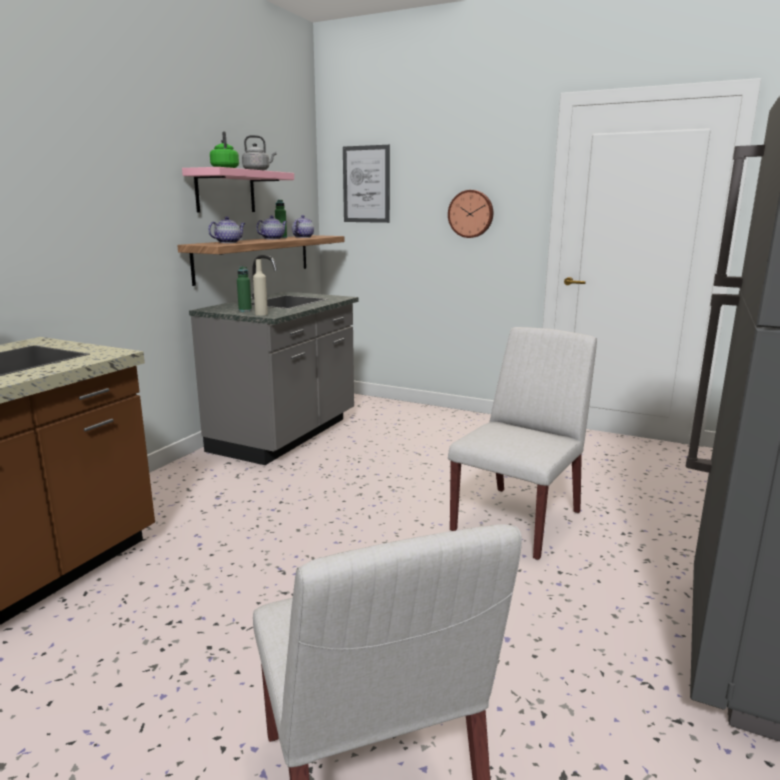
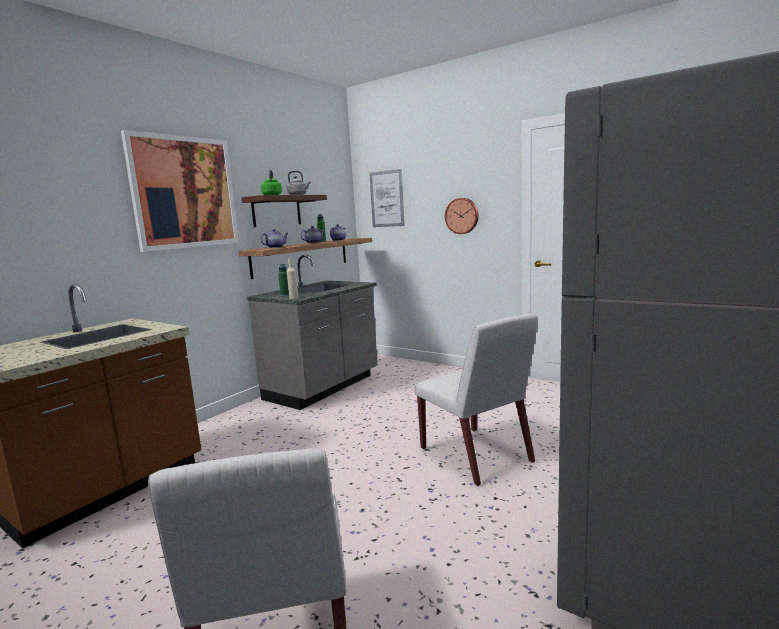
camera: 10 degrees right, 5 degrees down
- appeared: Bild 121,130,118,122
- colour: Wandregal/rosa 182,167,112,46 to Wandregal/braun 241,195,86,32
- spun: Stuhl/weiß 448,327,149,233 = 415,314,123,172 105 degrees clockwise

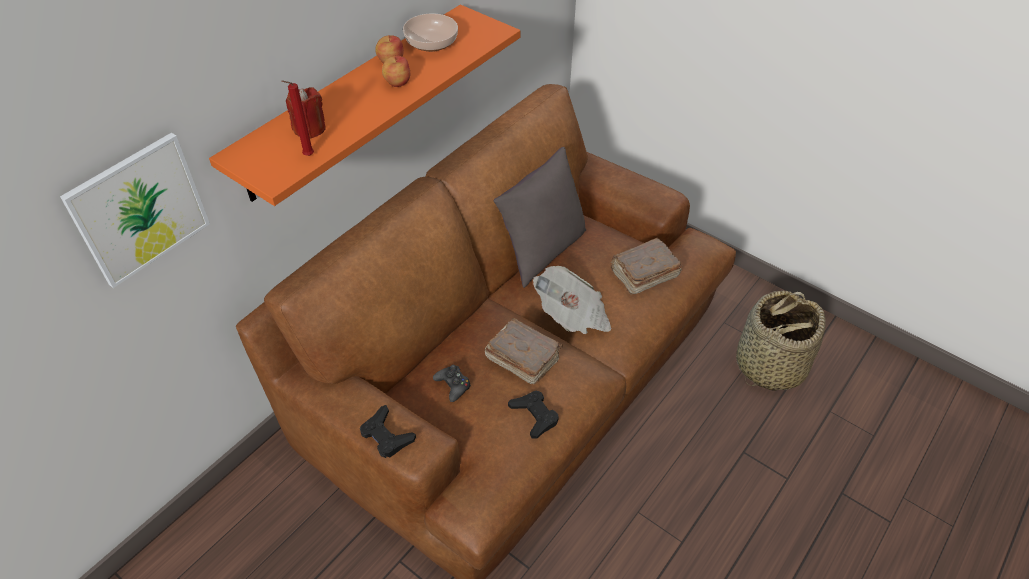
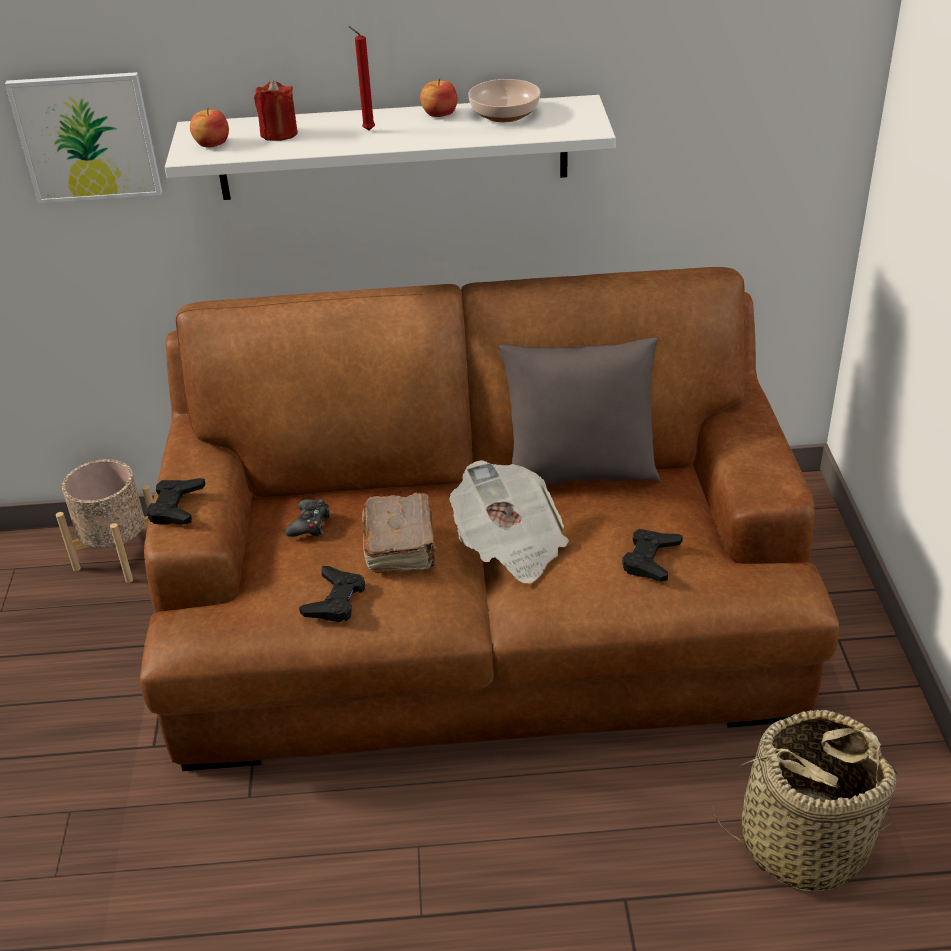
camera: 50 degrees right, 10 degrees down
- appeared: Pflanzkübel/beige 56,459,97,124
- colour: Wandregal/orange 209,5,311,201 to Wandregal/weiß 165,95,451,105
- relocated: Apfel 382,56,28,31 to 190,108,39,40
- relocated: Kerze/rot 281,80,33,76 to 348,26,27,105
- exchanged: Buch/braun 611,238,71,57 to Gamepad/schwarz 622,529,61,53

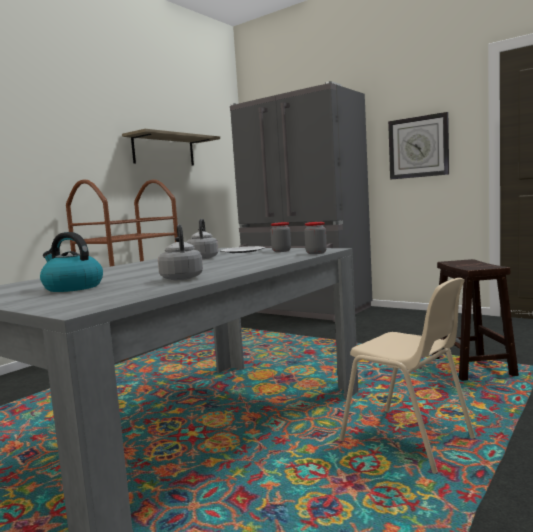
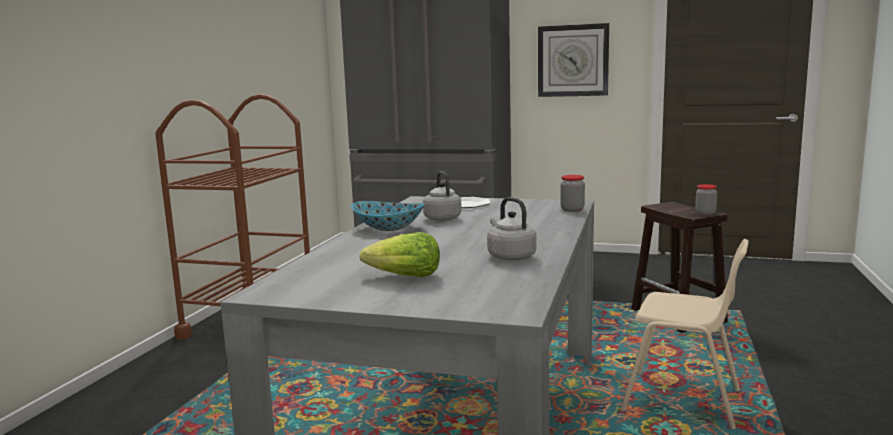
camera: 20 degrees left, 5 degrees up
- appeared: Schüssel 351,201,74,30
- exchanged: Wasserkessel 40,232,63,60 to Salatkopf 360,232,80,45
- relocated: Vorratsglas 270,222,21,30 to 695,184,22,31
- missing: Wandregal 122,129,98,36

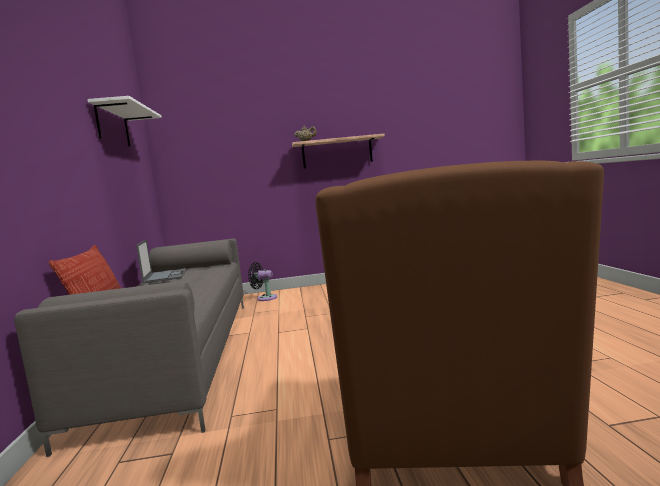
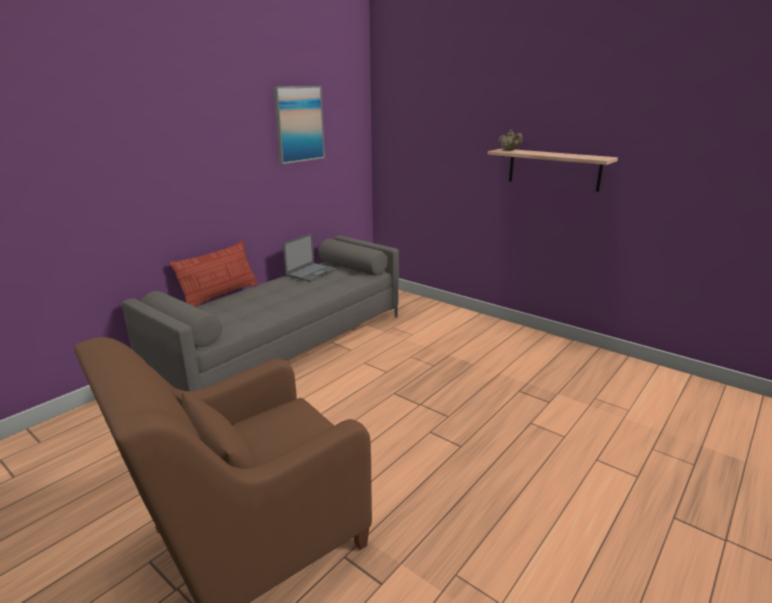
camera: 45 degrees right, 15 degrees up
- exchanged: Wandregal/weiß 87,96,75,51 to Bild 273,86,52,78
- missing: Ventilator/schwarz 248,262,29,39

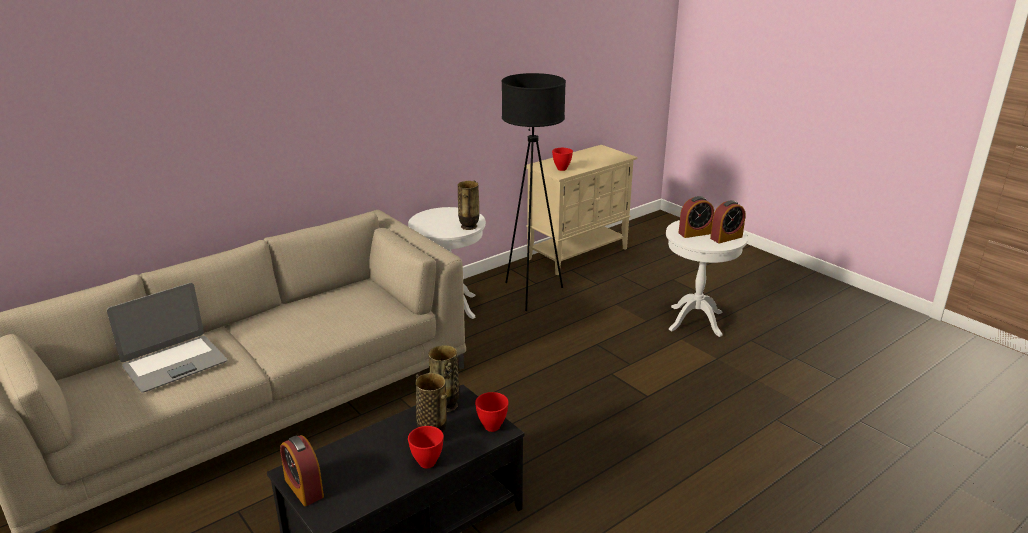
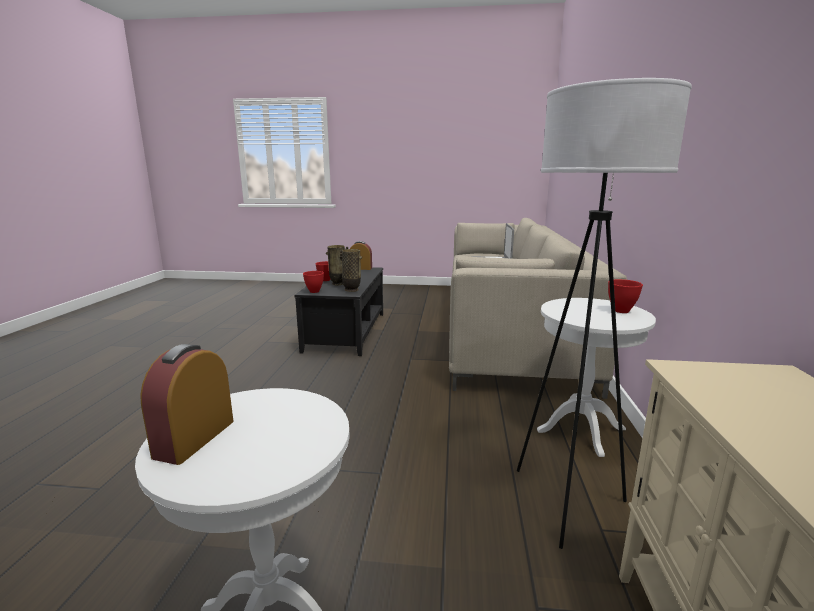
camera: 135 degrees right, 10 degrees down
- colour: Stehlampe/schwarz 501,73,65,238 to Stehlampe/weiß 517,78,175,471
- relocated: Schüssel/rot 552,148,21,23 to 608,279,35,34
- missing: Vase 458,180,21,50
- missing: Wecker 679,196,35,42

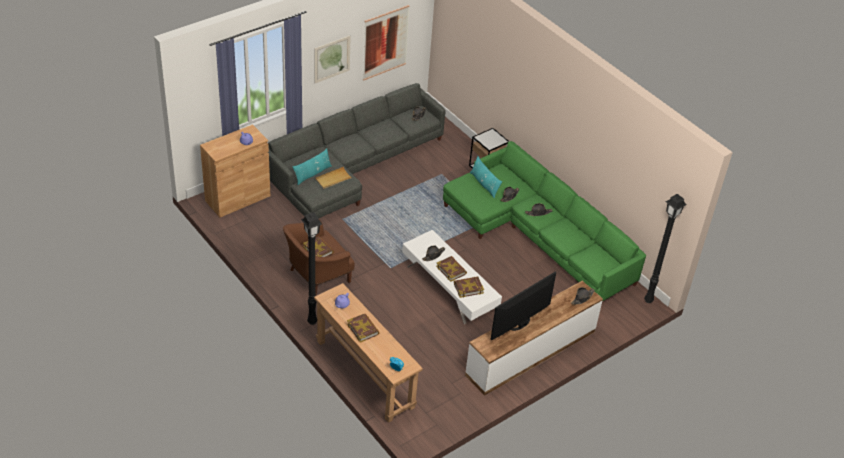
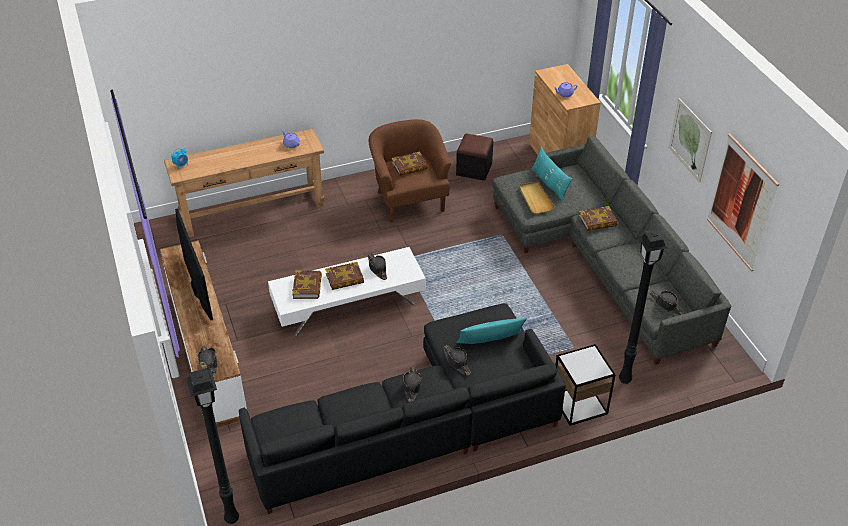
camera: 110 degrees right, 0 degrees up
- colour: Sofa/grün 443,141,203,162 to Sofa/schwarz 239,303,327,211
- appeared: Polsterhocker/schwarz 456,133,37,48
- relocated: Buch 347,314,32,29 to 579,206,39,25
- relocated: Stehlampe/schwarz 301,212,21,113 to 619,229,49,155

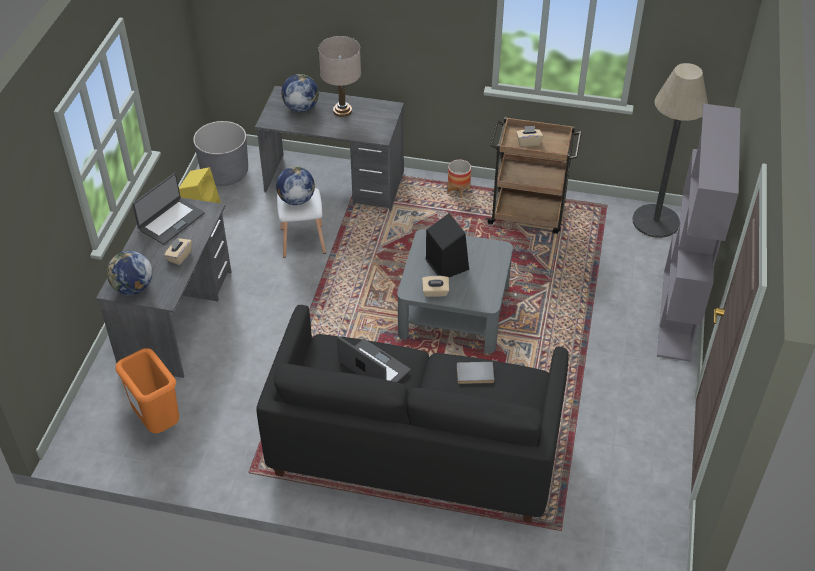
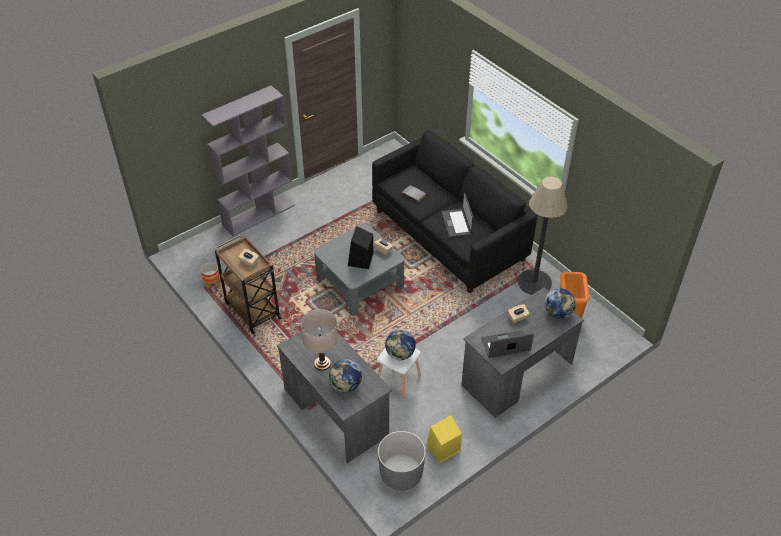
camera: 140 degrees left, 0 degrees up
- relocated: Pflanzkübel 447,160,24,38 to 201,263,19,27
- relocated: Stehlampe 632,63,76,175 to 518,177,49,118

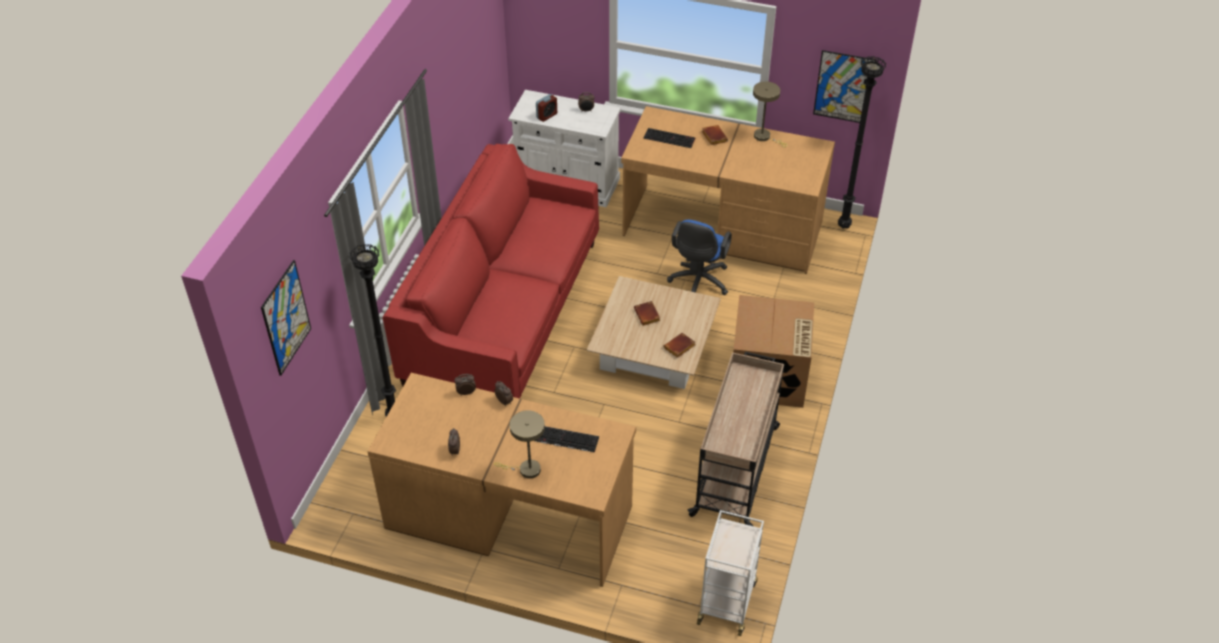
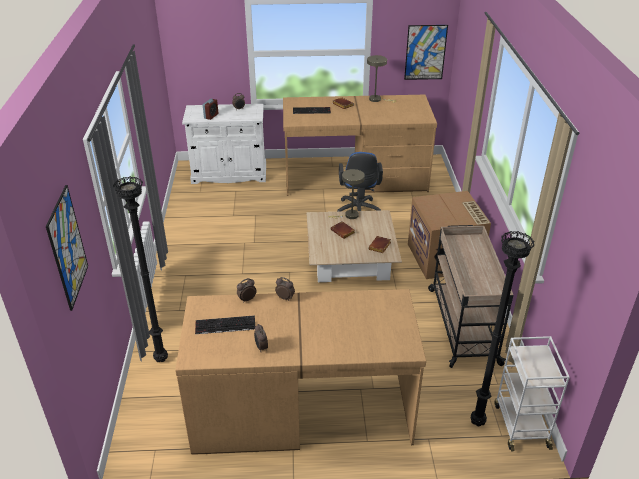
camera: 20 degrees left, 10 degrees down
- relocated: Tastatur 534,426,65,26 to 195,315,60,19
- relocated: Tischlampe/beige 494,410,51,69 to 328,169,37,50
- relocated: Stehlampe/schwarz 838,56,48,172 to 470,231,65,195
- missing: Sofa/rot 383,144,216,255

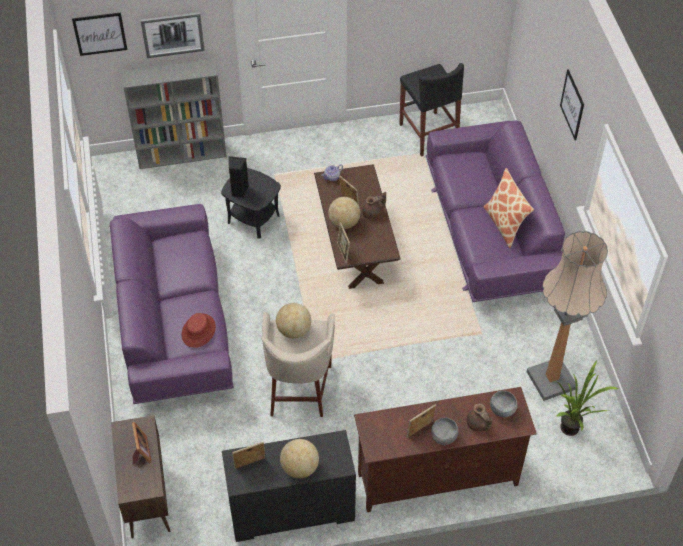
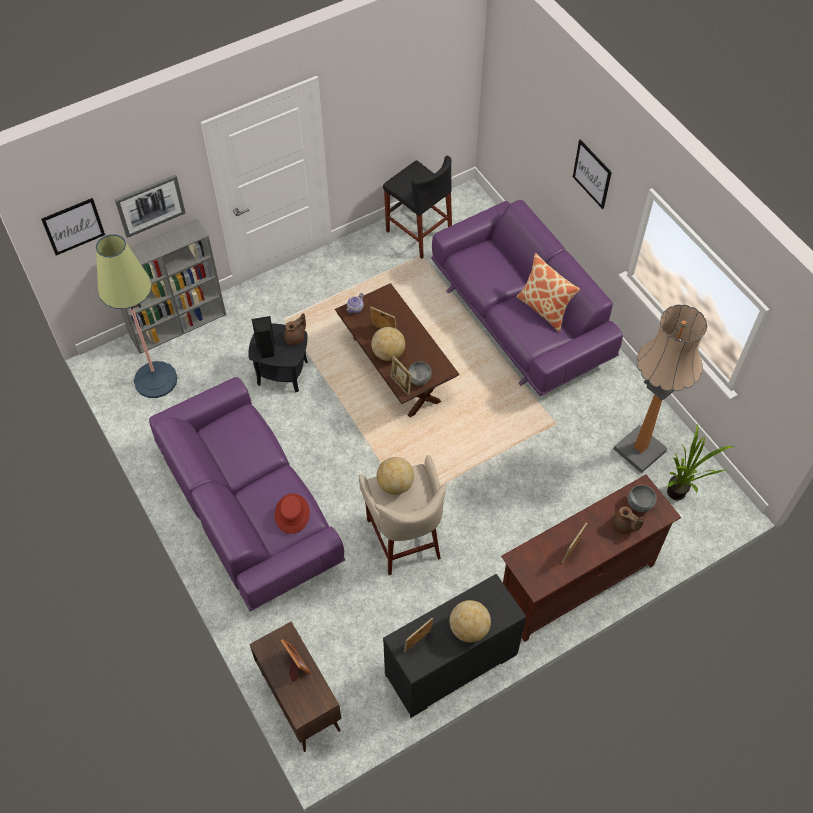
camera: 20 degrees left, 5 degrees up
- appeared: Stehlampe 96,234,82,164
- relocated: Teekanne/braun 362,192,24,27 to 284,313,22,32
- relocated: Schüssel/grau 431,418,27,27 to 408,361,24,25

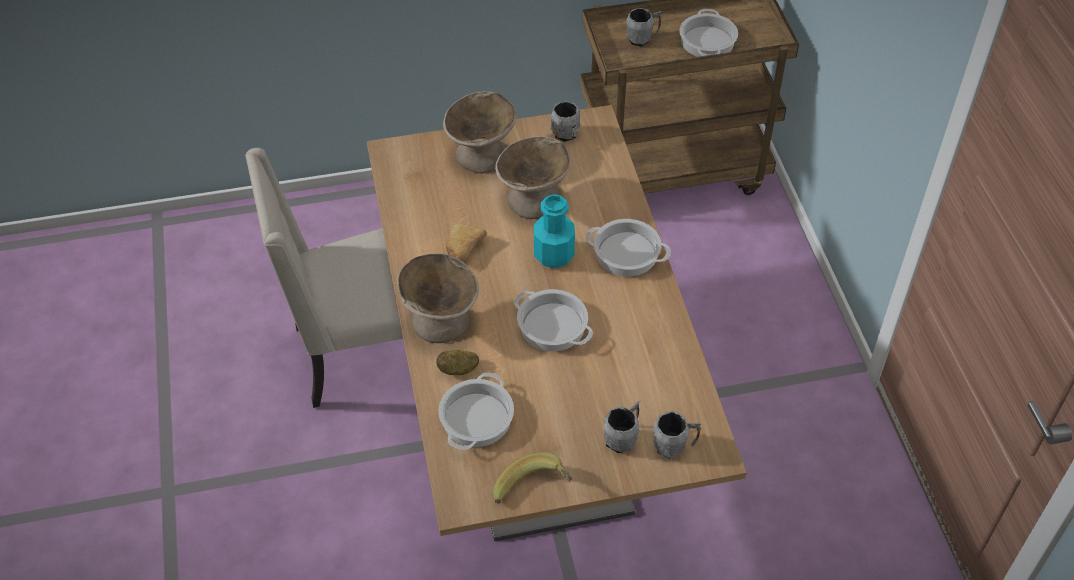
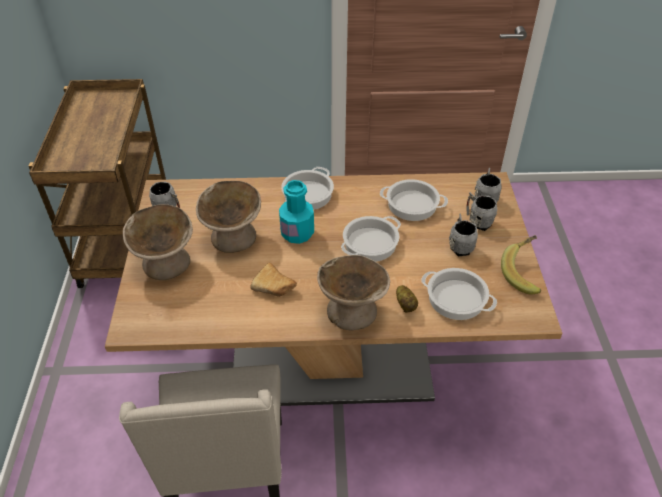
camera: 80 degrees left, 5 degrees down
- relocated: Kochtopf 679,9,59,48 to 380,179,68,42
- relocated: Henkelbecher/grau 626,8,36,39 to 449,213,29,44

